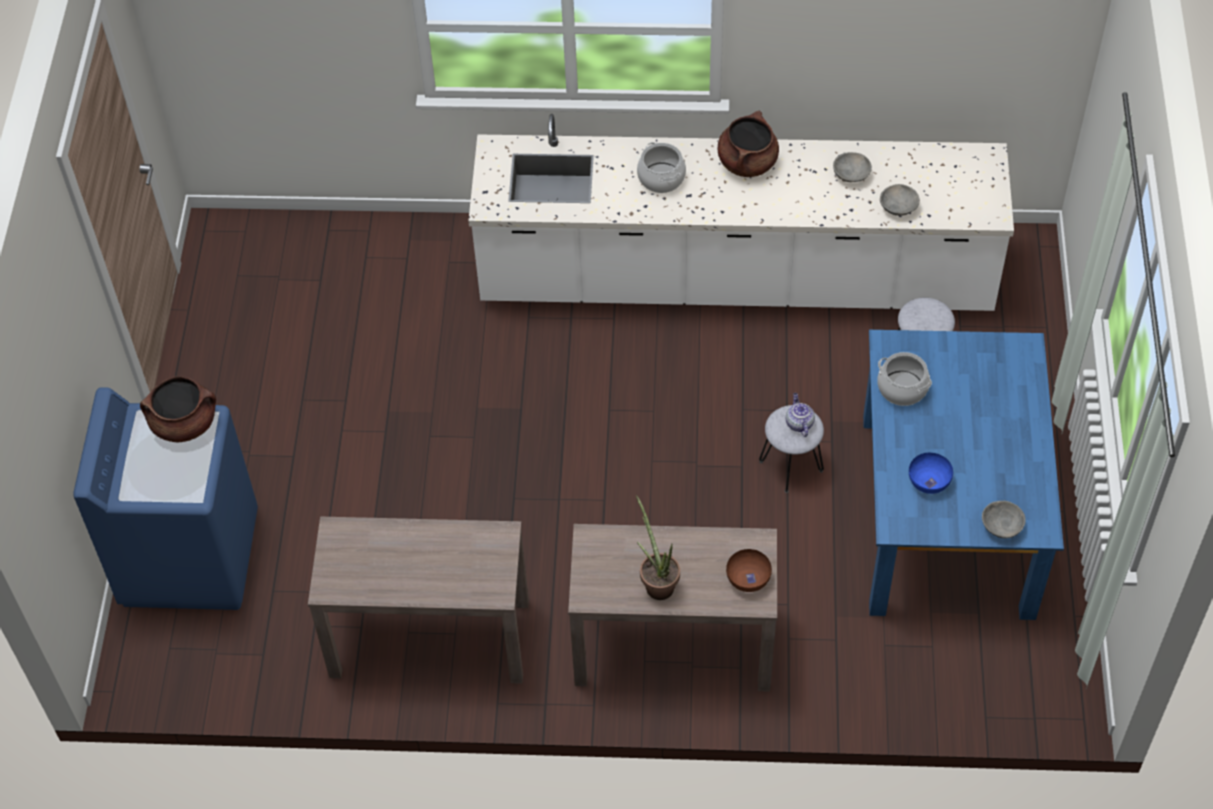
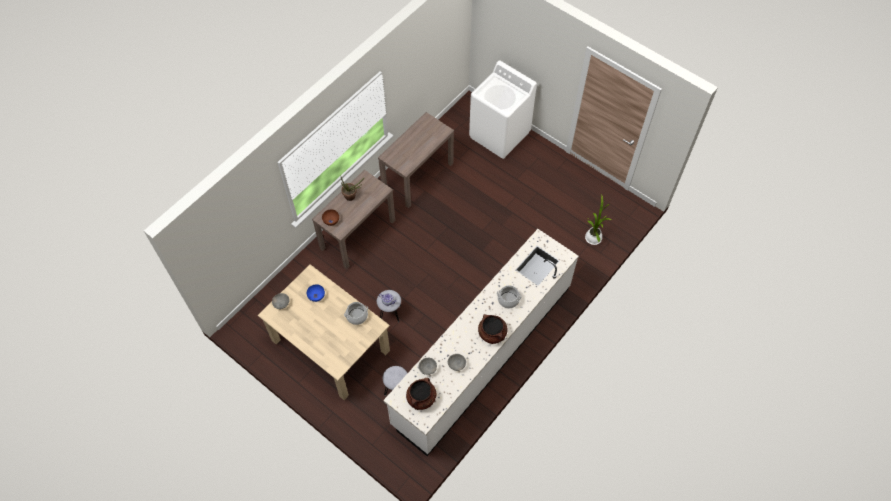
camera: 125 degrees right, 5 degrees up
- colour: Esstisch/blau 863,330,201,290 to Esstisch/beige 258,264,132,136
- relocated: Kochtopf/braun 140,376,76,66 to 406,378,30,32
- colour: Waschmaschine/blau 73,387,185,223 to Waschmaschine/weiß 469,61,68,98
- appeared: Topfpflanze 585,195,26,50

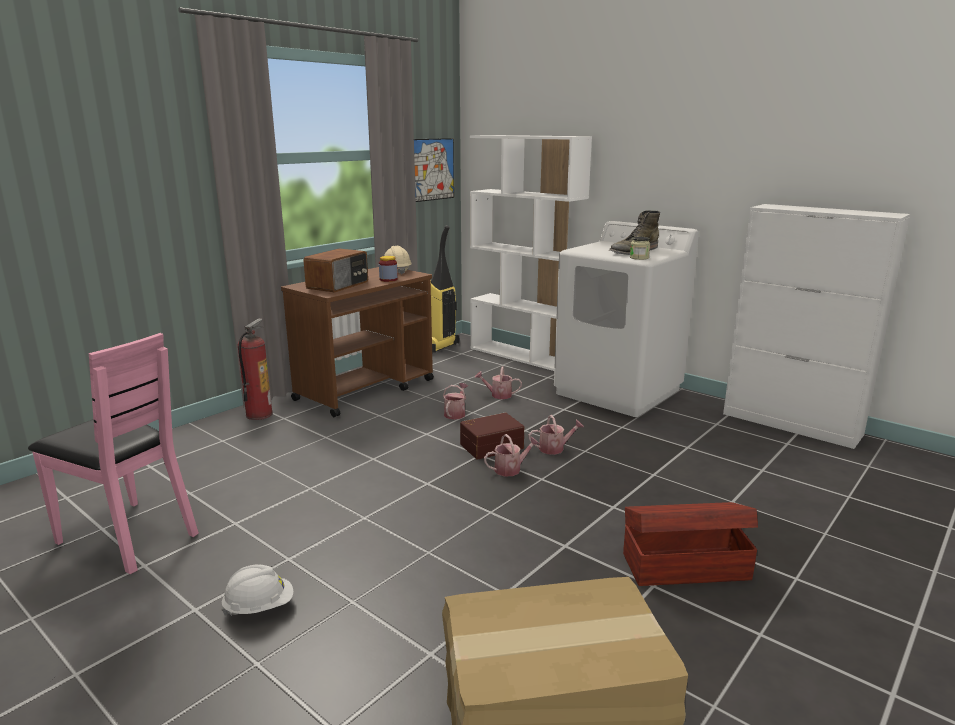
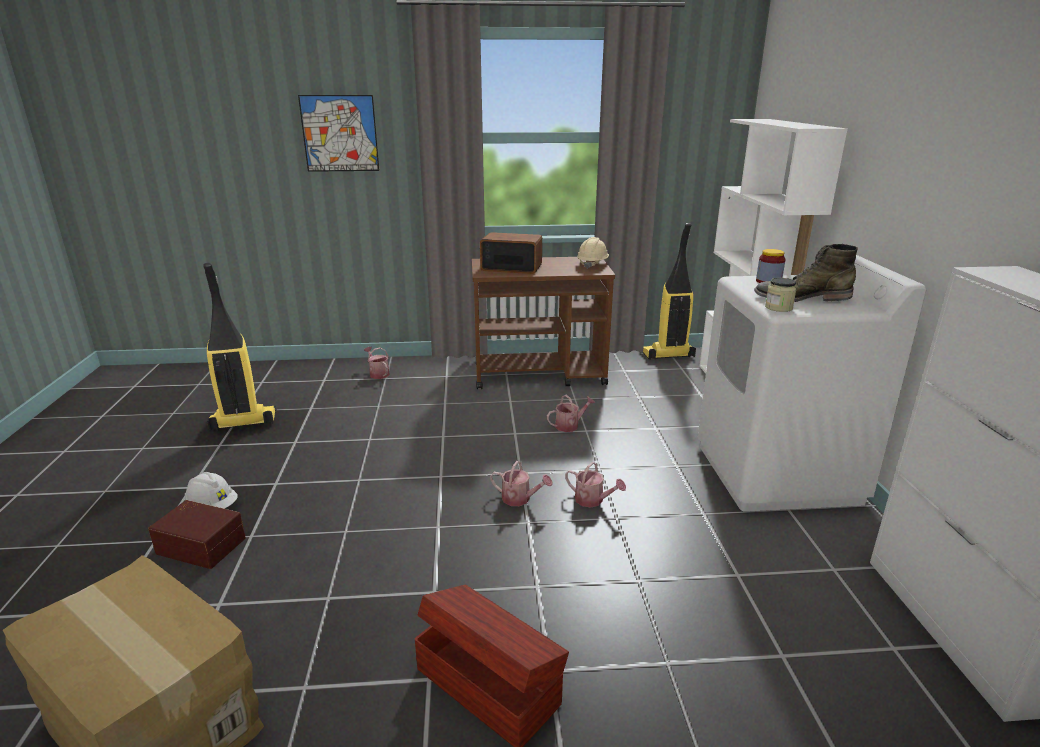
camera: 45 degrees right, 5 degrees up
- relocated: Aufbewahrungsbox/braun 460,412,64,48 to 148,500,98,69
- exchanged: Stuhl/rosa 28,333,171,241 to Staubsauger 203,263,74,168
- relocated: Bild 414,138,40,64 to 298,95,81,77
- relocated: Gießkanne 475,366,47,33 to 364,347,26,32
- spun: Radio 303,248,65,44 = 480,232,62,42 150 degrees counterclockwise
- relocated: Vorratsglas 379,256,19,26 to 756,249,30,34
- missing: Feuerlöscher 237,318,36,102

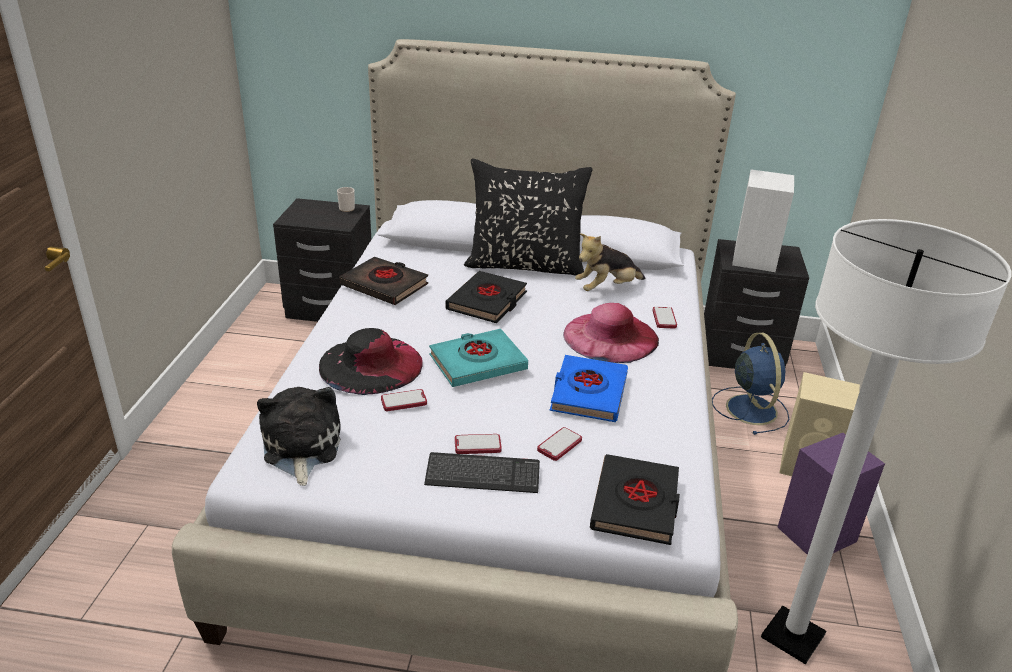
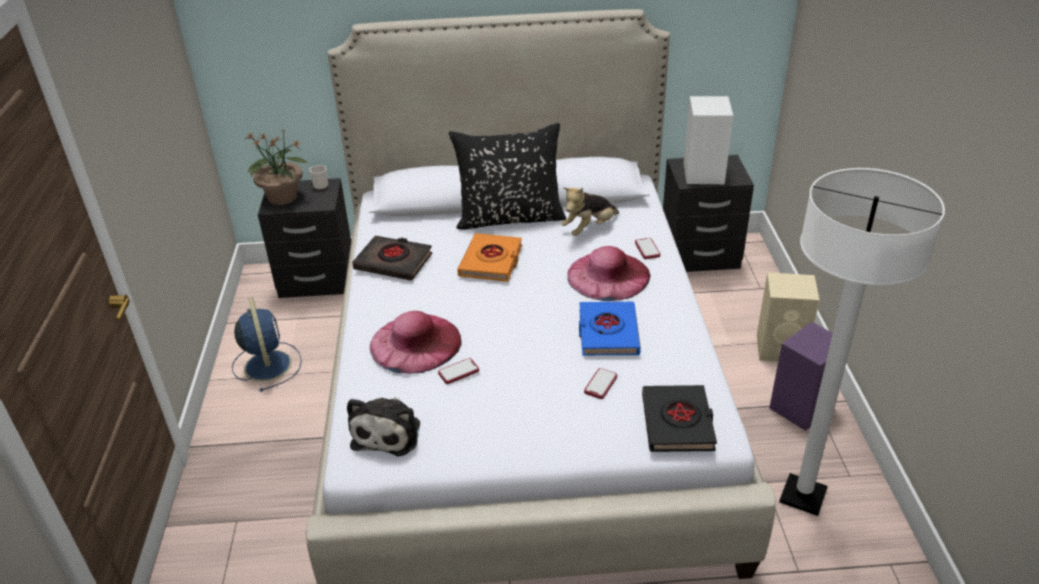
camera: 10 degrees left, 5 degrees up
- relocated: Ventilator/blau 712,333,77,102 to 232,297,70,95
- appeared: Topfpflanze 247,129,61,76
- spun: Plüschtier 257,387,84,99 = 347,397,73,59 150 degrees counterclockwise
- colour: Hut/schwarz 319,328,104,67 to Hut/rosa 370,311,92,63
- colour: Buch/schwarz 445,271,82,52 to Buch/orange 457,233,66,49
- missing: Tastatur 424,452,116,41
- missing: Buch/türkis 429,329,99,58
- missing: Handy 455,434,47,20

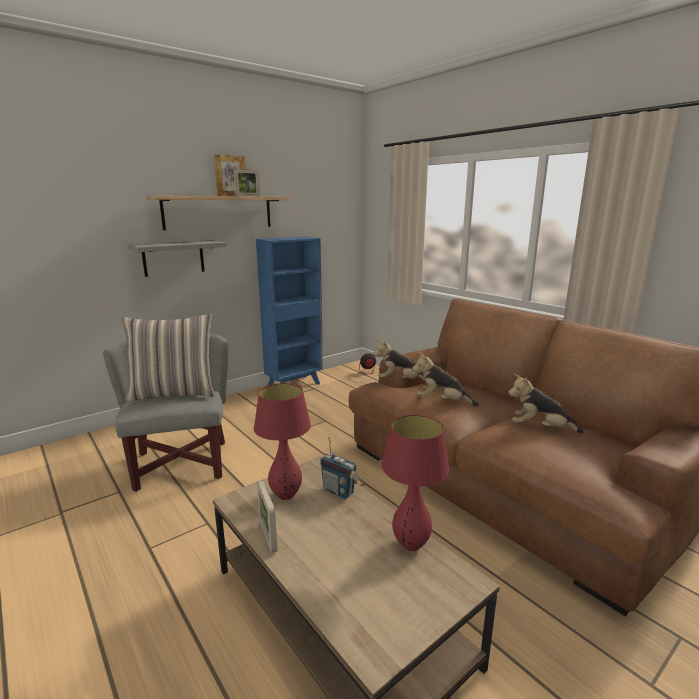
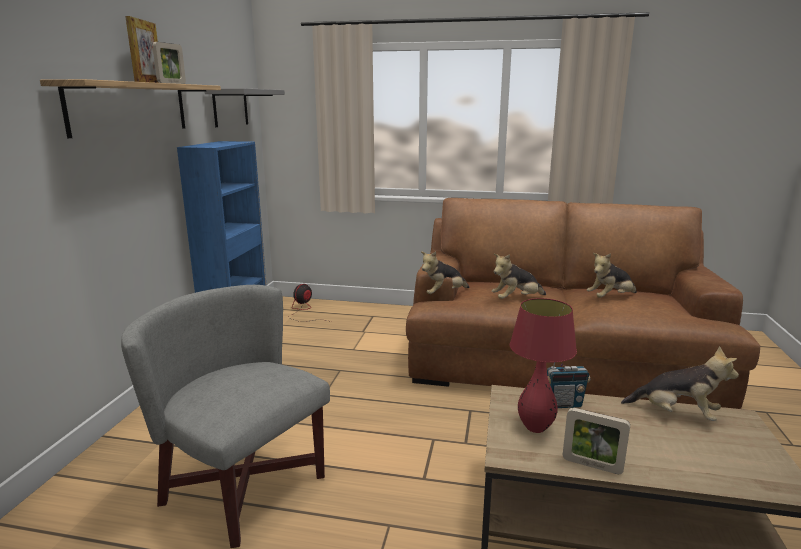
camera: 40 degrees left, 0 degrees up
- relocated: Wandregal/grau 127,240,100,37 to 205,88,80,39
- exchanged: Tischlampe/rot 382,415,67,136 to Plüschtier 621,346,118,75
- missing: Kissen 122,314,93,88

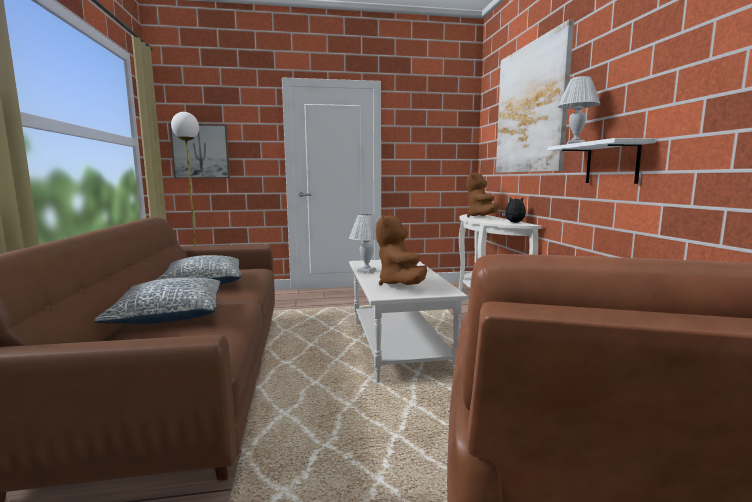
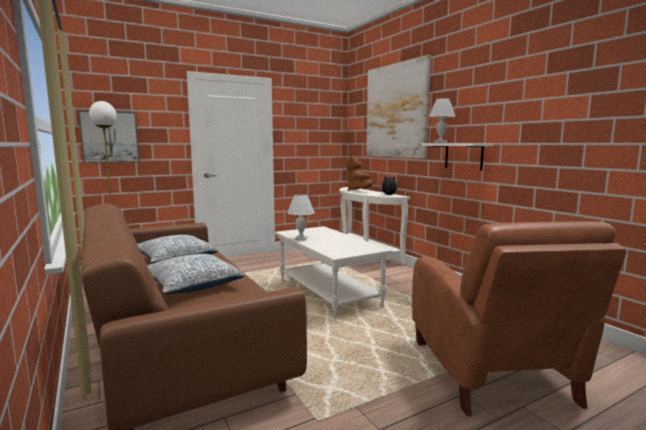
camera: 20 degrees left, 0 degrees up
- missing: Plüschtier/braun 376,215,51,71

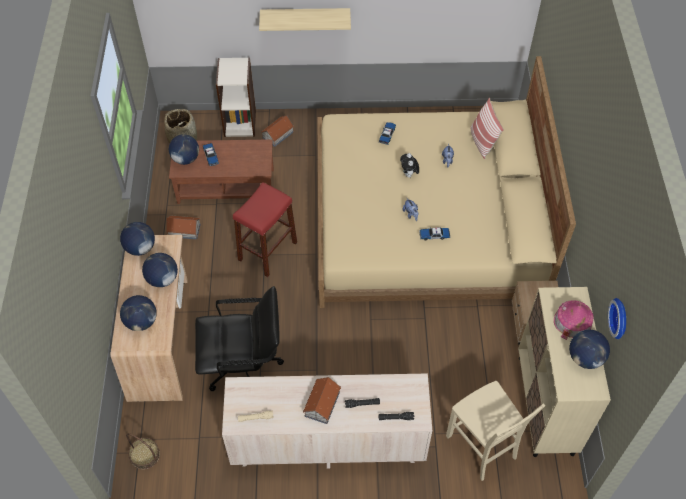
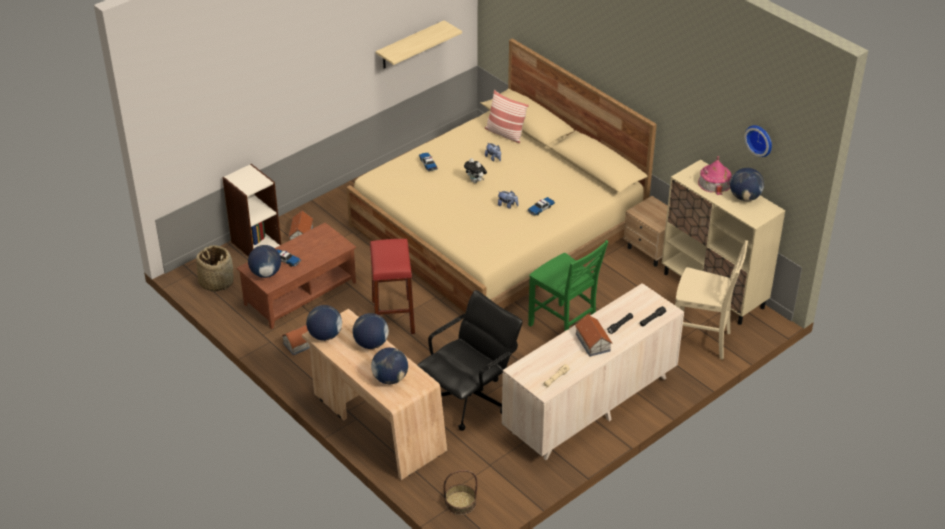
camera: 40 degrees left, 15 degrees down
- relocated: Wandregal 259,8,92,23 to 376,20,86,48
- appeared: Stuhl/grün 528,240,81,91

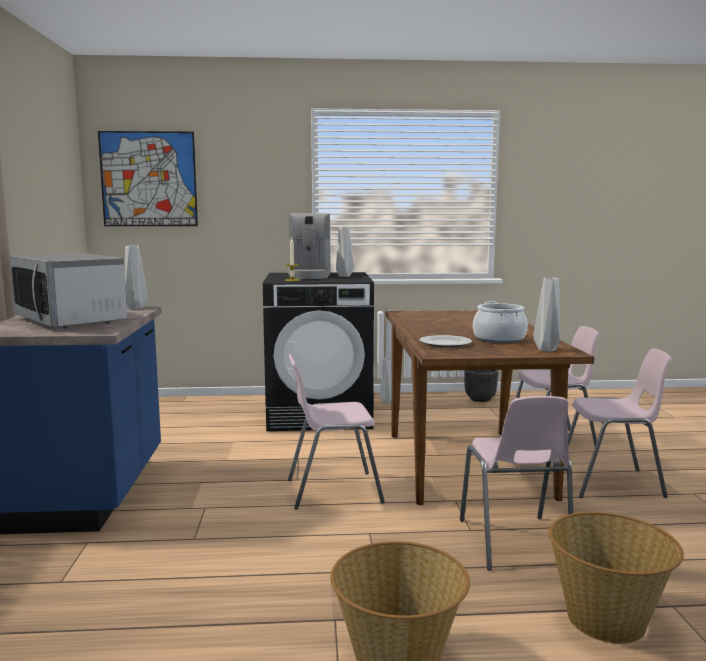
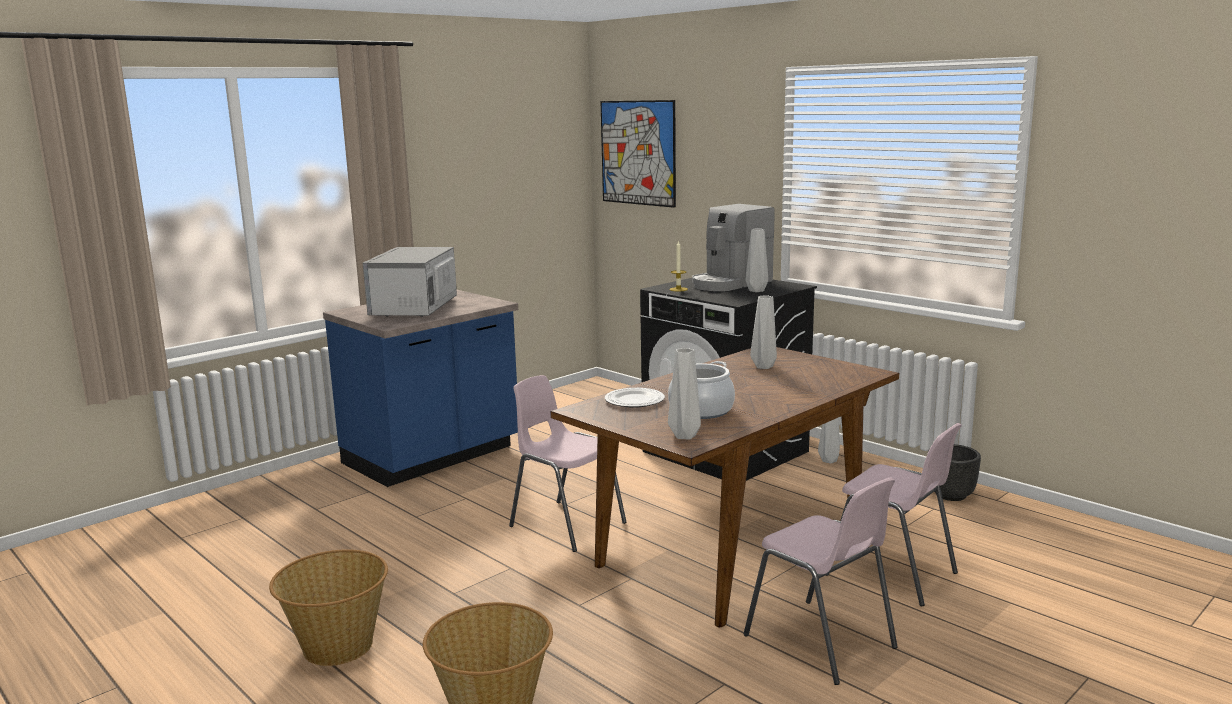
camera: 50 degrees right, 5 degrees up
- relocated: Vase/grau 125,246,23,63 to 750,295,27,74
- missing: Stuhl/rosa 460,396,114,174

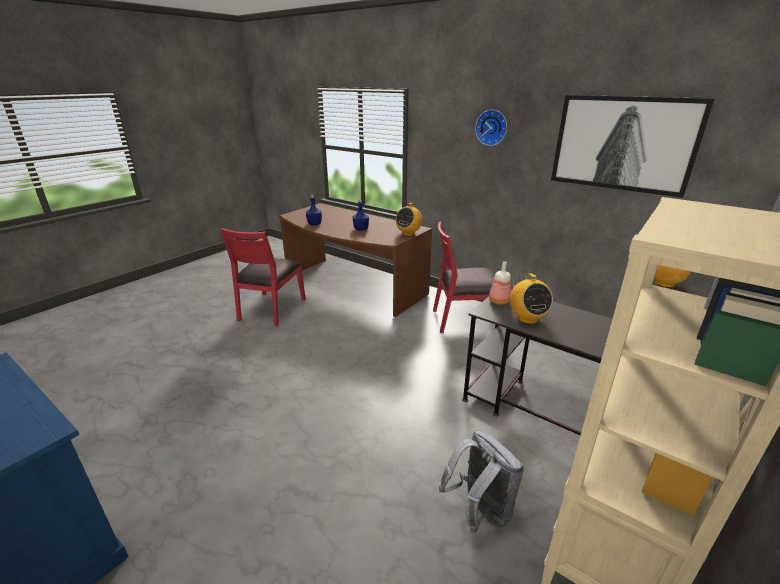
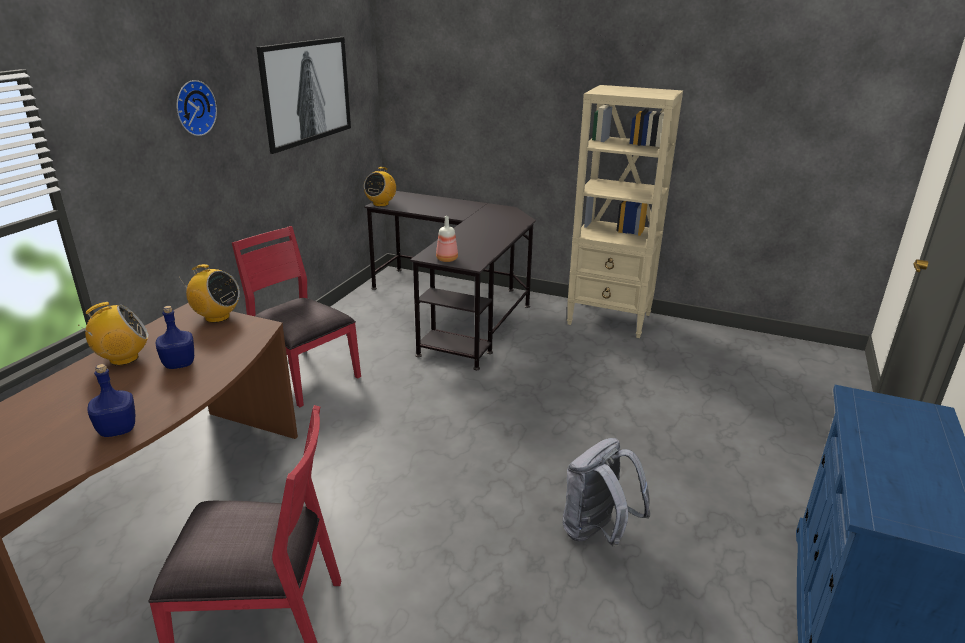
camera: 105 degrees left, 0 degrees up
- relocated: Radio 510,274,43,50 to 78,302,71,64
- spun: Stuhl/rot 433,222,62,111 = 232,226,129,181 150 degrees clockwise
- relocated: Rucksack/grau 439,430,85,104 to 562,438,89,109

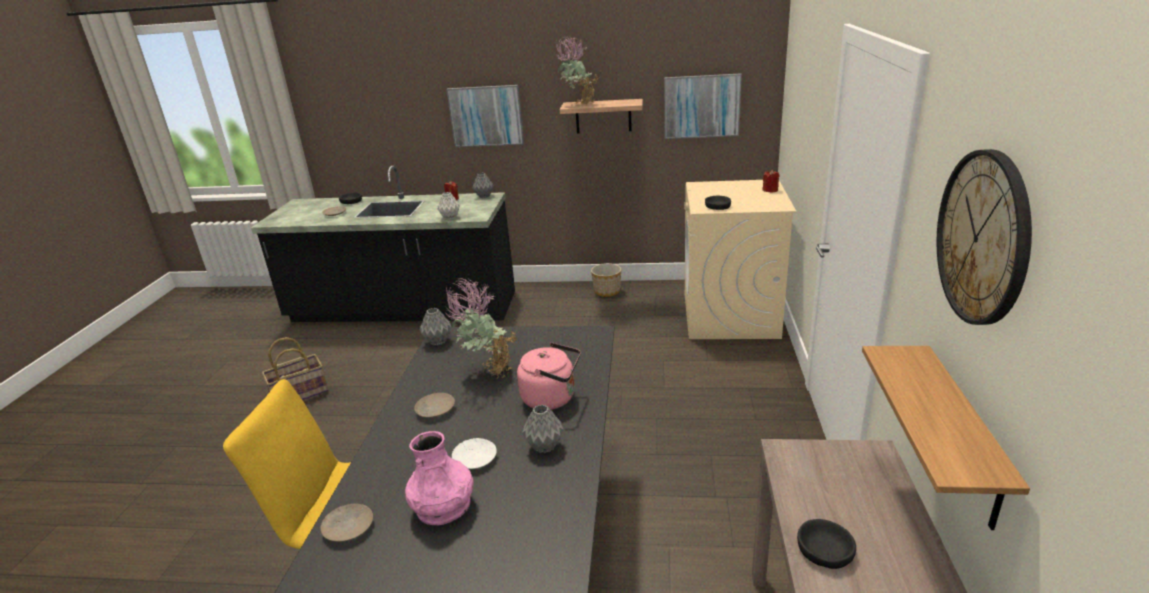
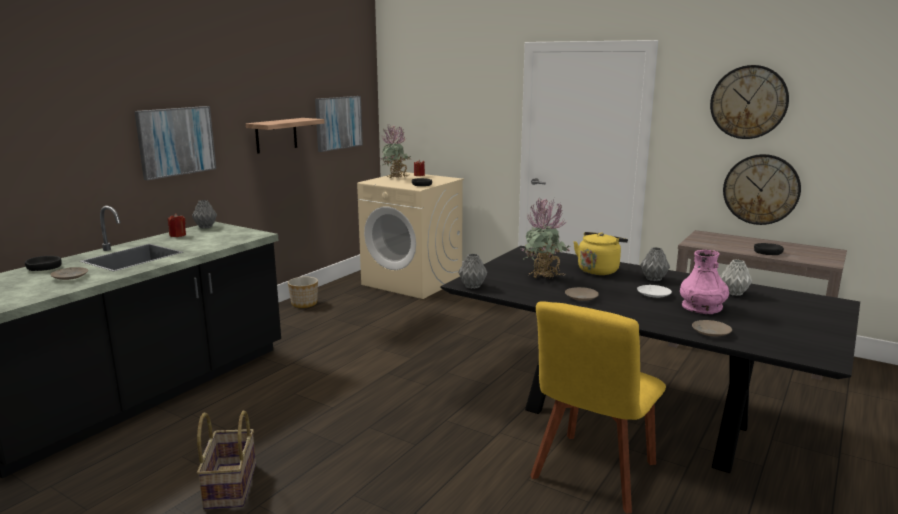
camera: 65 degrees left, 10 degrees down
- relocated: Topfpflanze 556,35,43,69 to 380,125,31,53
- colour: Wasserkessel/rosa 517,342,64,68 to Wasserkessel/gelb 573,232,55,43
- relocated: Vase/grau 437,192,23,28 to 720,259,32,37
- exchanged: Wandregal 862,346,168,184 to Wanduhr 723,154,78,71

